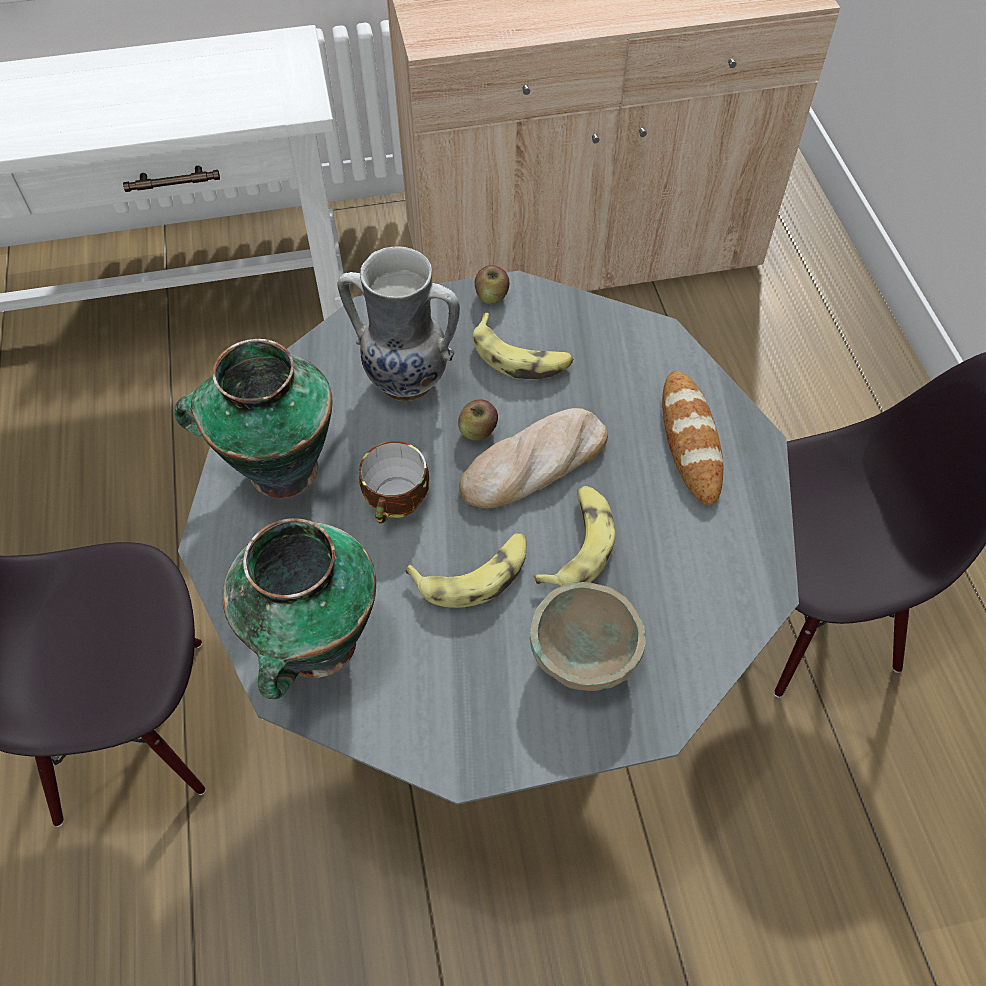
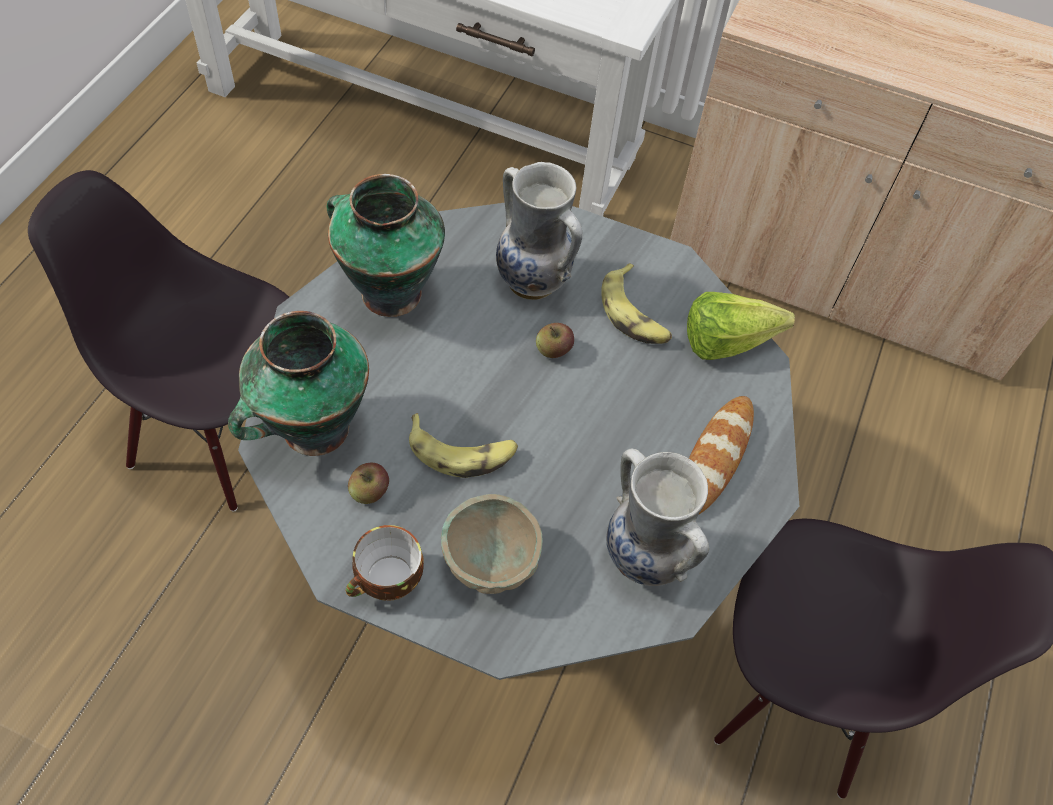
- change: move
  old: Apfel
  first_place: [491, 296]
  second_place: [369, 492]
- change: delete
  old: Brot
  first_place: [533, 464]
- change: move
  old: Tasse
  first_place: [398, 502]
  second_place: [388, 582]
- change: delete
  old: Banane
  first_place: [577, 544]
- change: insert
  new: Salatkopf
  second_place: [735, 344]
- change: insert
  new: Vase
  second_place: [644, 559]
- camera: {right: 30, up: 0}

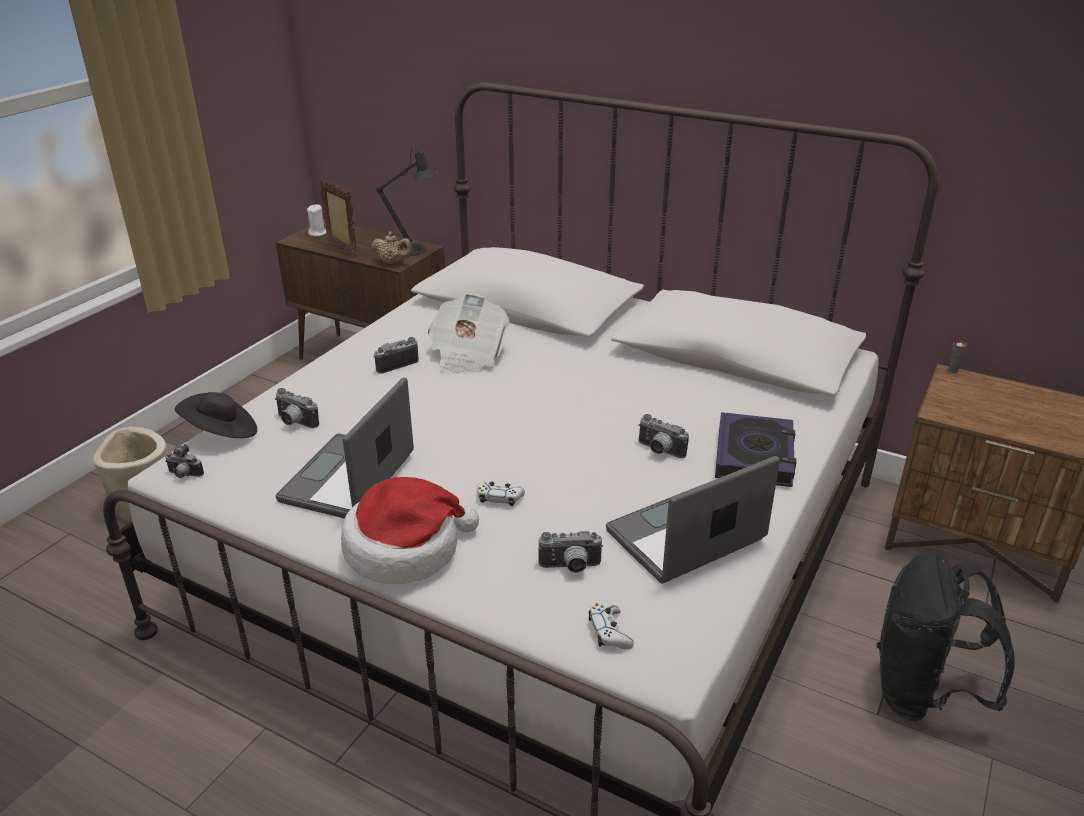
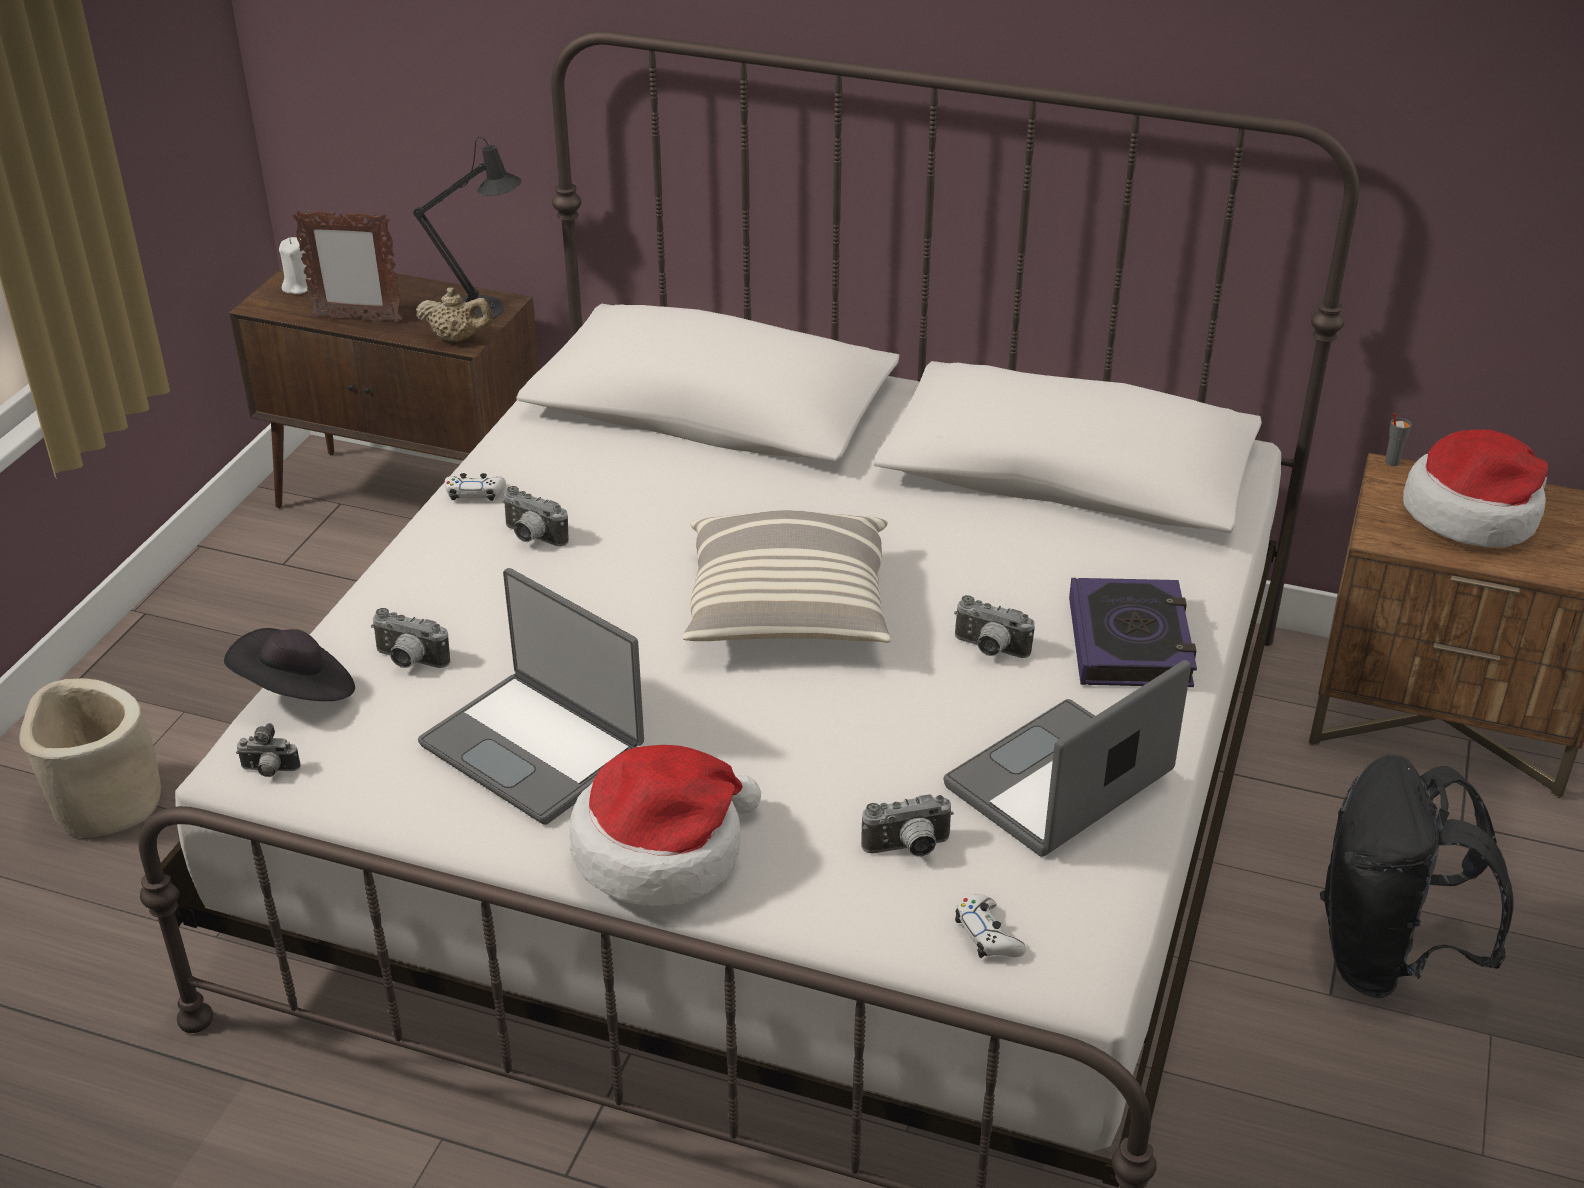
- change: rotate
  old: Bilderrahmen
  first_place: [342, 250]
  second_place: [357, 319]
  degrees: 150
- change: delete
  old: Zeitung
  first_place: [467, 355]
- change: rotate
  old: Kamera
  first_place: [395, 364]
  second_place: [531, 538]
  degrees: -105
- change: rotate
  old: Laptop
  first_place: [350, 479]
  second_place: [535, 747]
  degrees: -60
- change: move
  old: Gamepad (weiß)
  first_place: [500, 498]
  second_place: [475, 493]
- change: insert
  new: Hut
  second_place: [1472, 514]
- change: insert
  new: Kissen
  second_place: [788, 610]
- camera: {right: -10, up: 5}

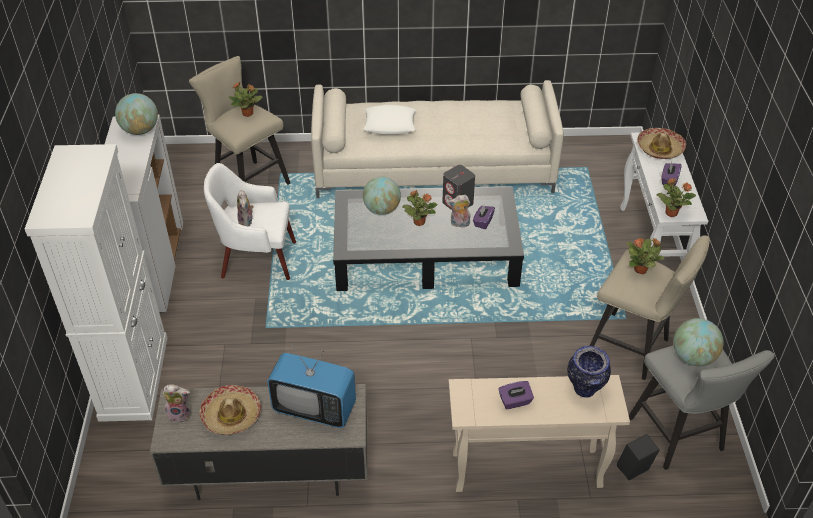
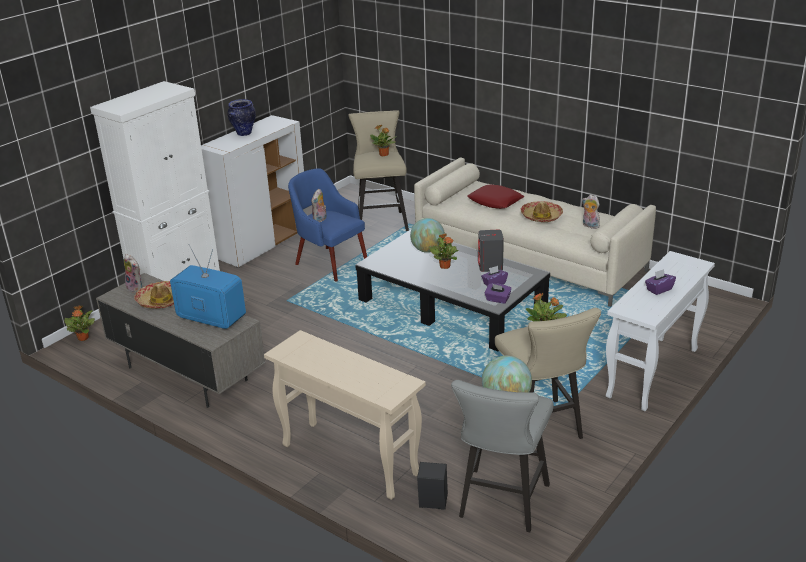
- change: delete
  old: Globus
  first_place: [140, 130]
- change: recolor
  old: Kissen (weiß)
  new: Kissen (rot)
  first_place: [390, 124]
  second_place: [495, 201]
- change: move
  old: Hut
  first_place: [659, 148]
  second_place: [541, 216]
- change: recolor
  old: Sessel (weiß)
  new: Sessel (blau)
  first_place: [256, 259]
  second_place: [330, 263]
- change: move
  old: Topfpflanze
  first_place: [671, 213]
  second_place: [83, 338]
- change: move
  old: Plüschtier
  first_place: [459, 224]
  second_place: [589, 226]
- change: rotate
  old: Fernseher
  first_place: [314, 408]
  second_place: [211, 318]
  degrees: 150
- change: move
  old: Vase
  first_place: [585, 390]
  second_place: [244, 133]
- change: move
  old: Taschentuchbox (lila)
  first_place: [515, 401]
  second_place: [497, 299]
- camera: {right: 40, up: -15}

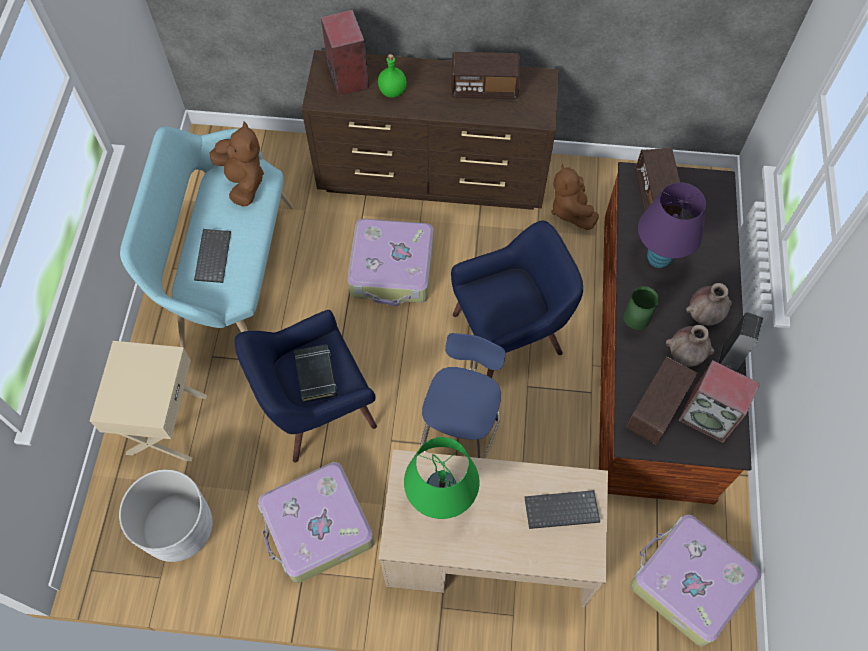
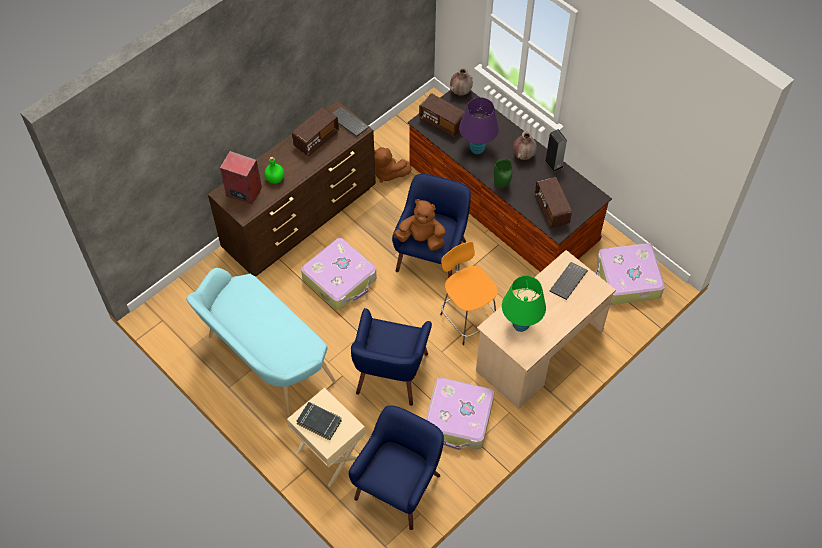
- change: move
  old: Plüschtier (braun)
  first_place: [243, 182]
  second_place: [421, 239]
- change: move
  old: Tastatur
  first_place: [212, 256]
  second_place: [347, 122]
- change: move
  old: Vase (braun)
  first_place: [685, 356]
  second_place: [461, 92]
- change: recolor
  old: Hocker (blau)
  new: Hocker (orange)
  first_place: [460, 434]
  second_place: [467, 318]
- change: move
  old: Buch (schwarz)
  first_place: [316, 375]
  second_place: [319, 422]
- change: delete
  old: Lautsprecher
  first_place: [708, 416]
- change: replace
  old: Pflanzkübel (weiß)
  new: Sessel (blau)
  first_place: [178, 528]
  second_place: [399, 486]
- camera: {right: -50, up: -5}

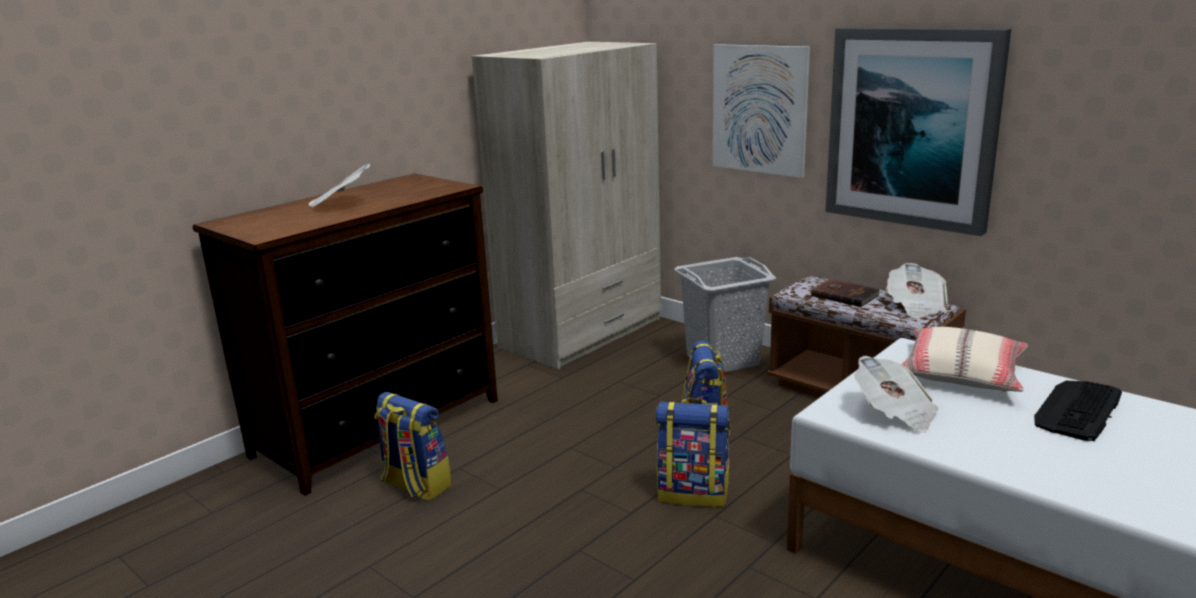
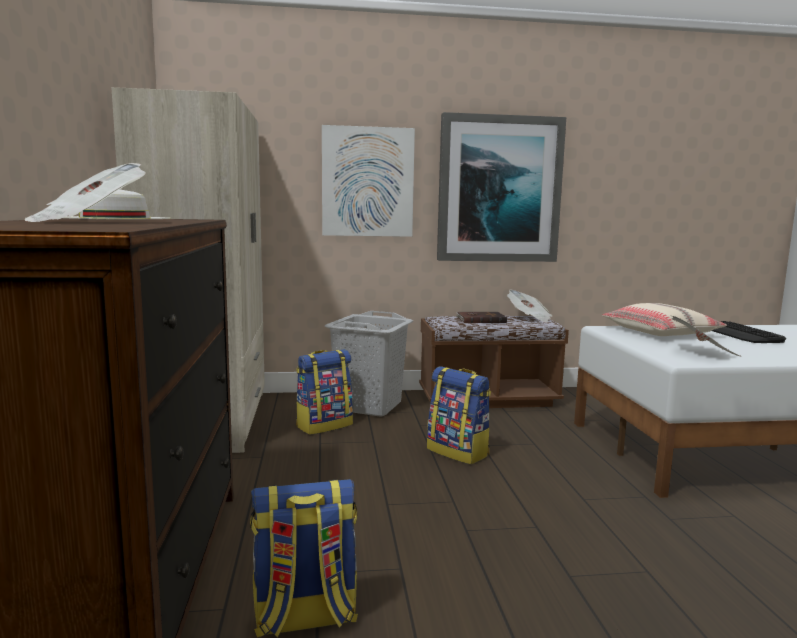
- change: move
  old: Rucksack
  first_place: [693, 493]
  second_place: [324, 425]
- change: insert
  new: Hut (weiß)
  second_place: [115, 218]
- camera: {right: -50, up: -10}

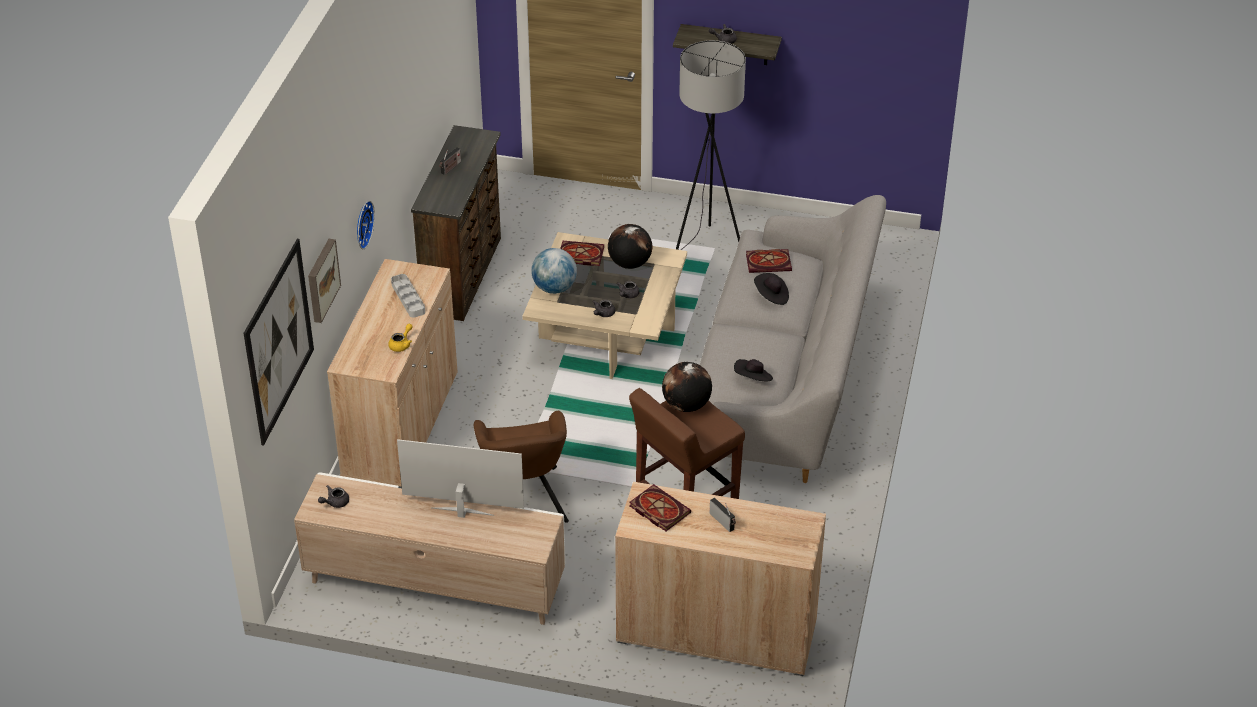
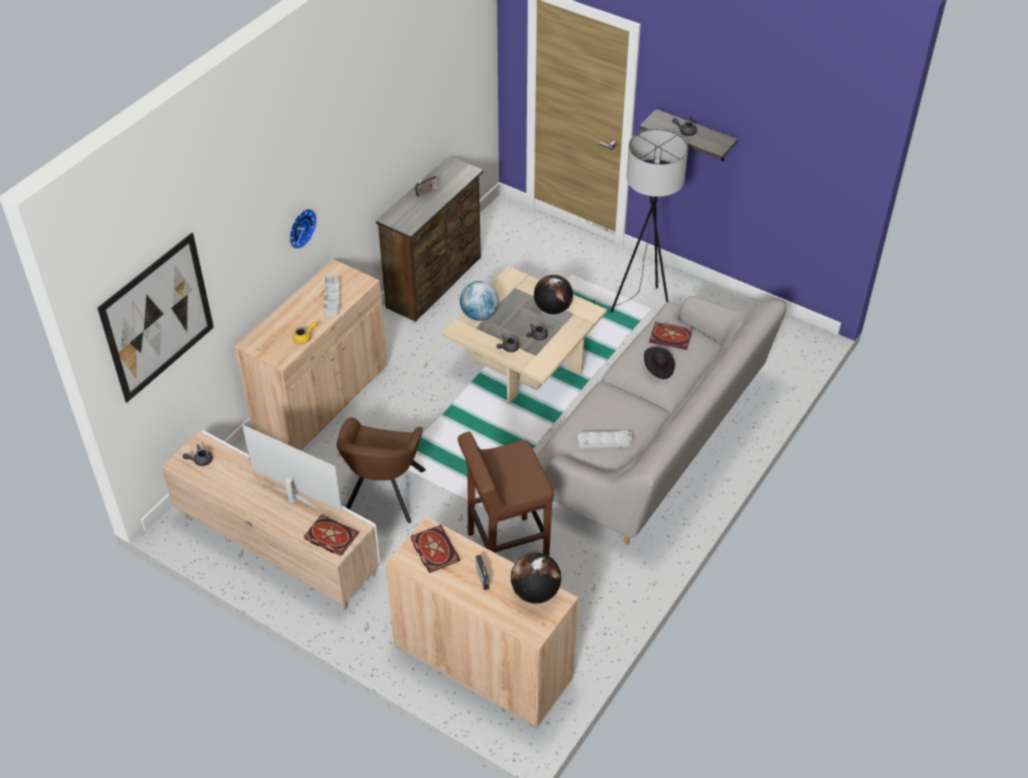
- change: delete
  old: Bild
  first_place: [321, 280]
- change: move
  old: Buch
  first_place: [579, 255]
  second_place: [329, 537]
- change: replace
  old: Hut (schwarz)
  new: Tablett (grau)
  first_place: [753, 379]
  second_place: [604, 441]
- change: move
  old: Globus
  first_place: [686, 405]
  second_place: [535, 592]
- camera: {right: 20, up: 5}

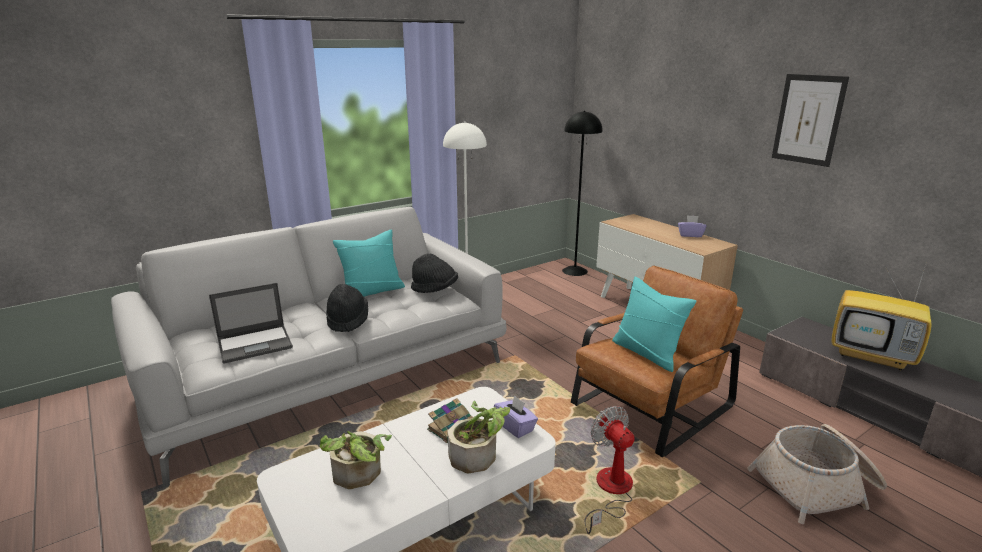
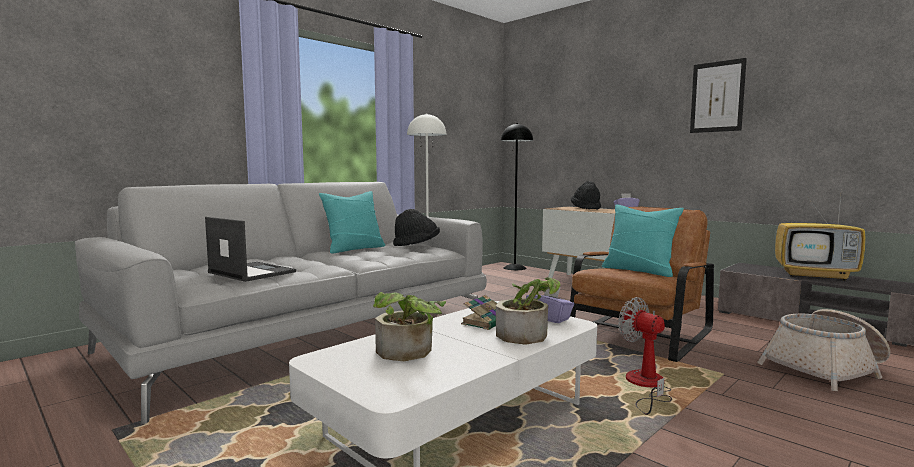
- change: rotate
  old: Laptop
  first_place: [256, 344]
  second_place: [250, 272]
  degrees: -105
- change: move
  old: Hut (schwarz)
  first_place: [347, 320]
  second_place: [586, 208]
- camera: {right: -10, up: -15}

